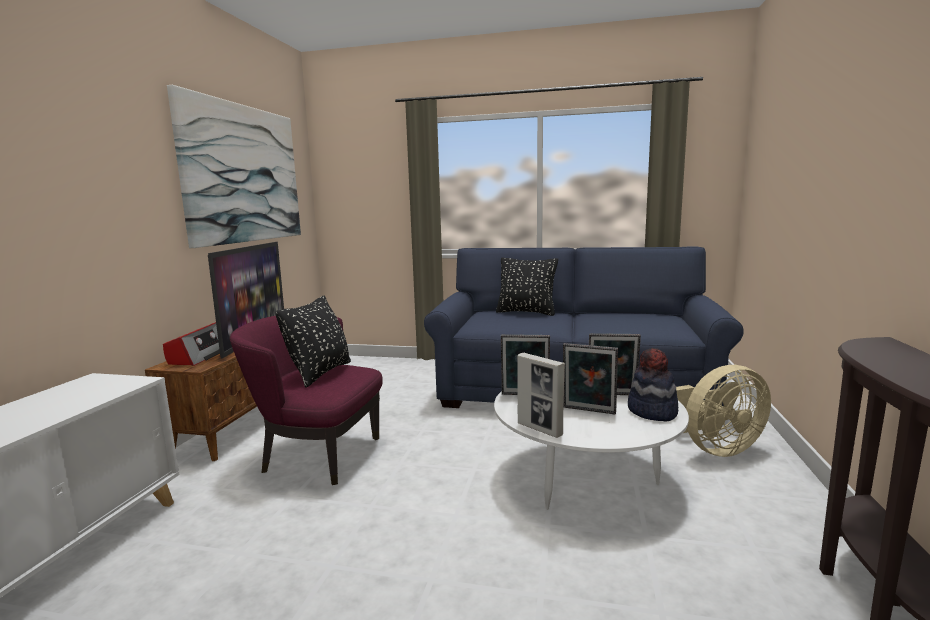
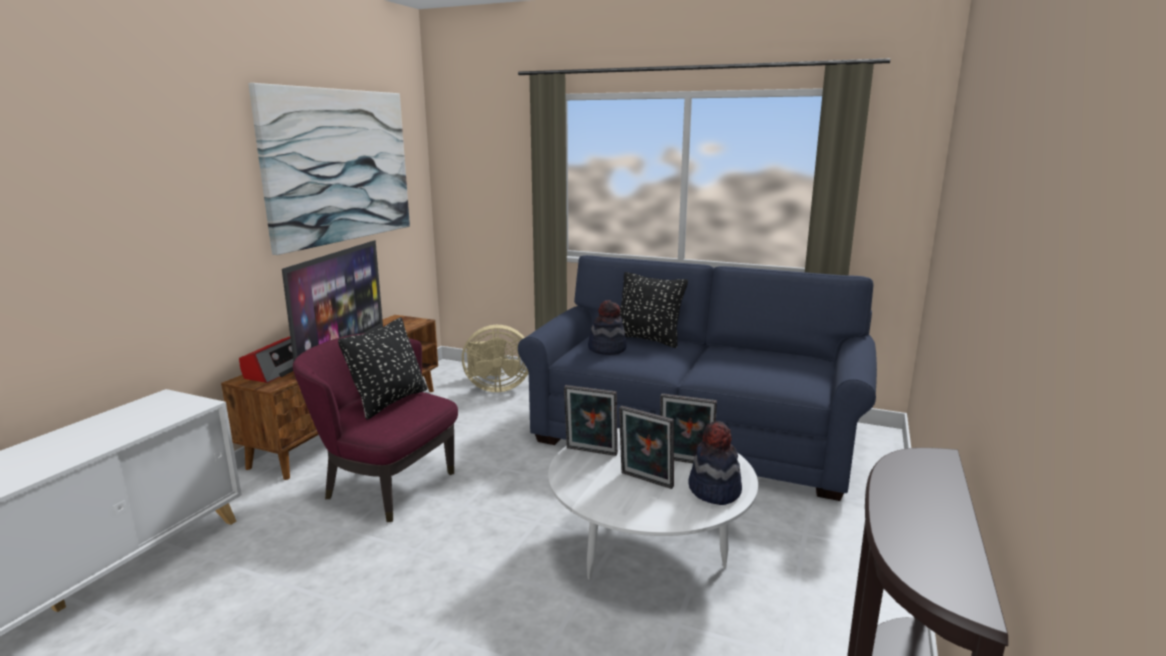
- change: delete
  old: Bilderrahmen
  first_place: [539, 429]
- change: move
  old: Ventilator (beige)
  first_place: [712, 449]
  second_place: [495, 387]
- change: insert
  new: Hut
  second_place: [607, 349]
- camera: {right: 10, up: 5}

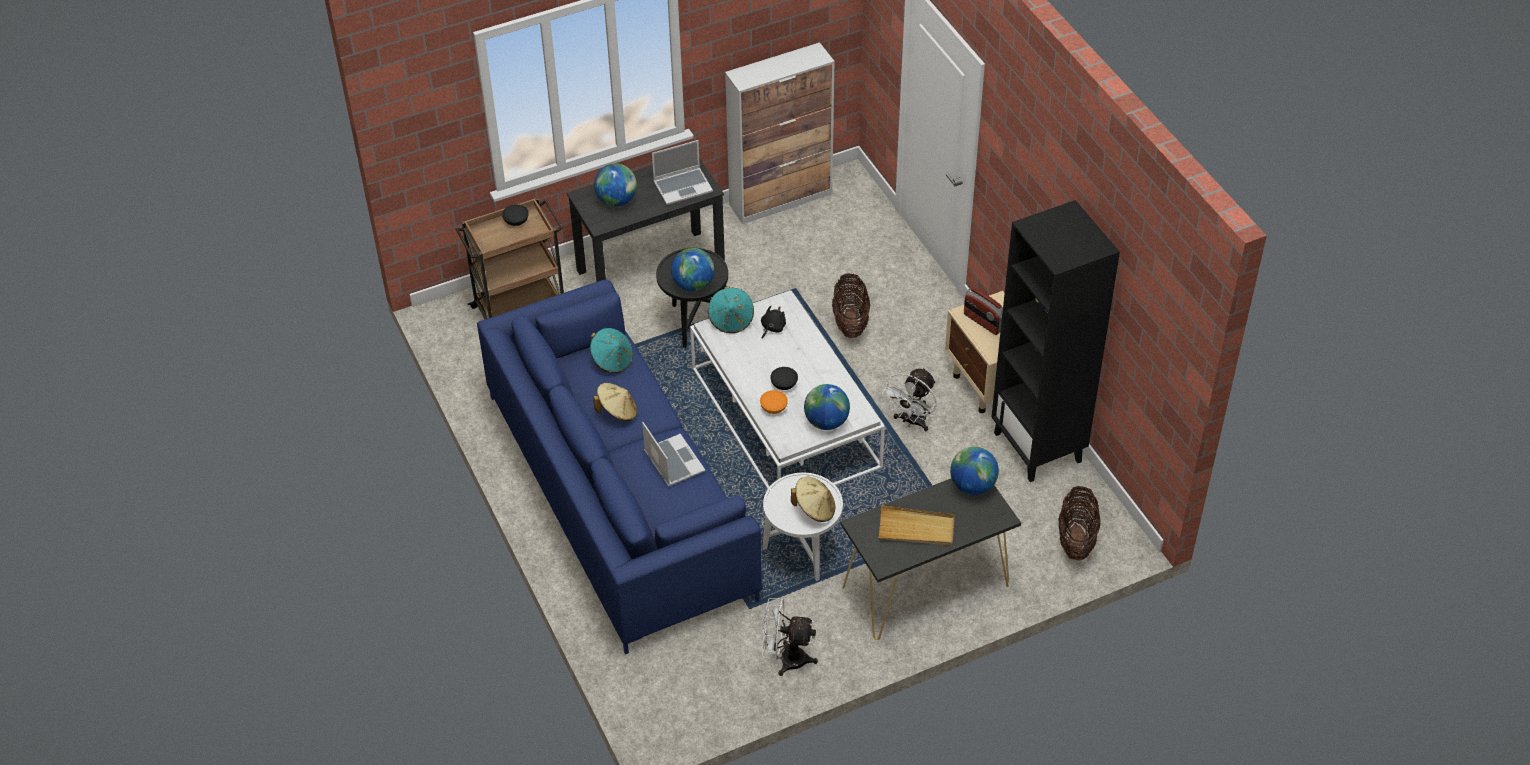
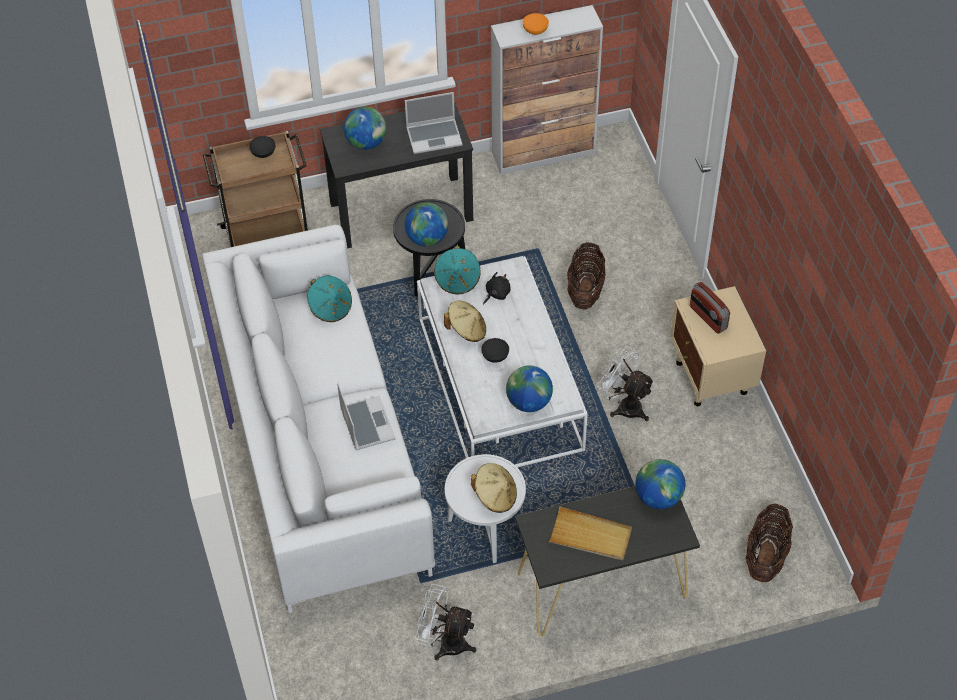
- change: delete
  old: Bücherregal (schwarz)
  first_place: [1038, 447]
- change: recolor
  old: Sofa (blau)
  new: Sofa (weiß)
  first_place: [619, 494]
  second_place: [320, 442]
- change: rotate
  old: Ventilator (weiß)
  first_place: [911, 422]
  second_place: [624, 405]
  degrees: 90
- change: move
  old: Hut (beige)
  first_place: [617, 411]
  second_place: [467, 330]
- change: move
  old: Schüssel (orange)
  first_place: [773, 408]
  second_place: [535, 30]
- camera: {right: 10, up: 5}

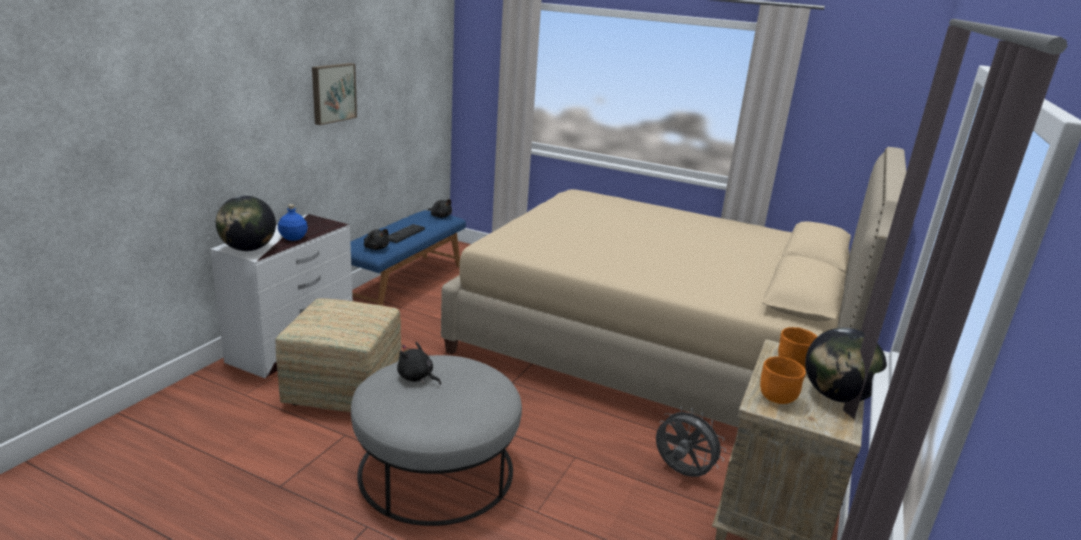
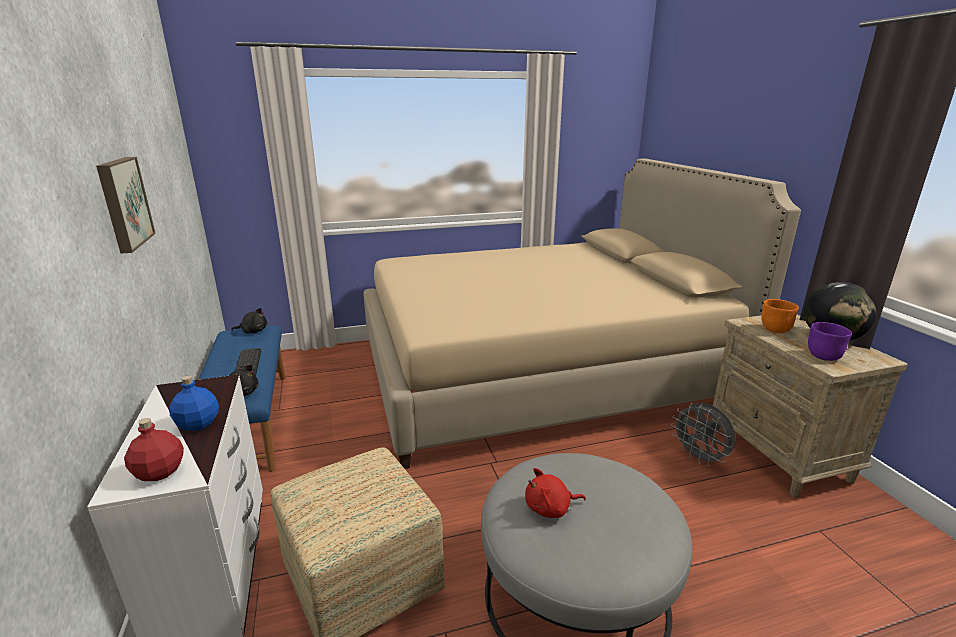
- change: replace
  old: Globus
  new: Flasche (rot)
  first_place: [248, 249]
  second_place: [159, 473]
- change: recolor
  old: Plüschtier (schwarz)
  new: Plüschtier (rot)
  first_place: [417, 377]
  second_place: [550, 508]
- change: recolor
  old: Schüssel (orange)
  new: Schüssel (lila)
  first_place: [776, 397]
  second_place: [822, 356]
- change: rotate
  old: Ventilator (grau)
  first_place: [681, 473]
  second_place: [699, 458]
  degrees: -120
- camera: {right: -40, up: 0}

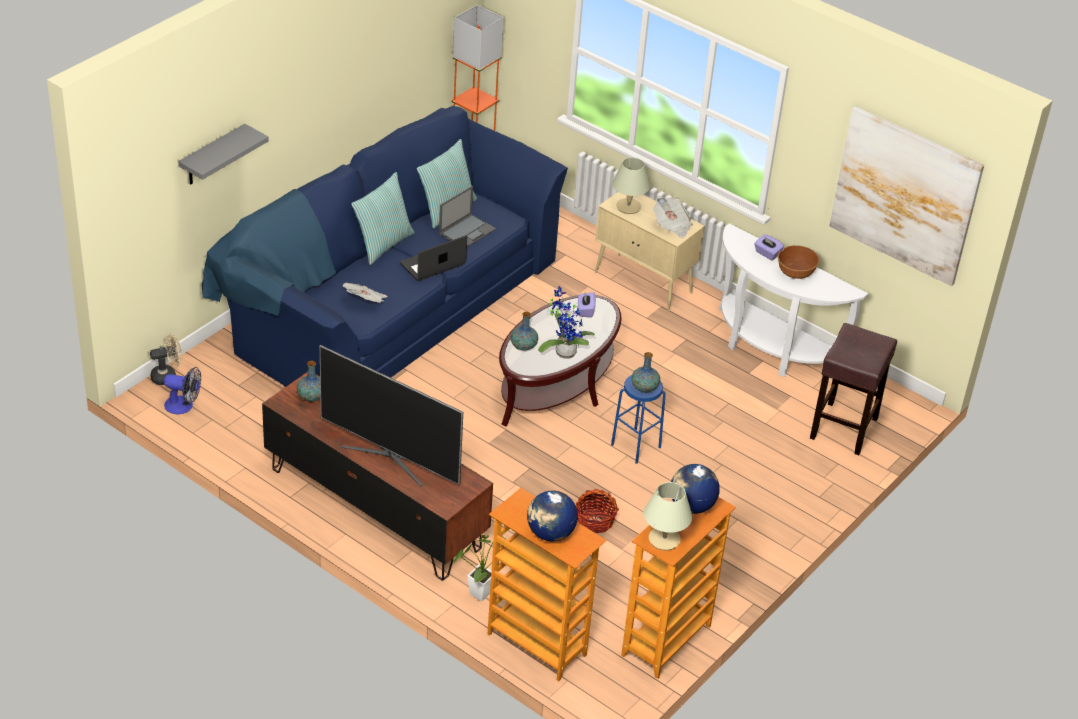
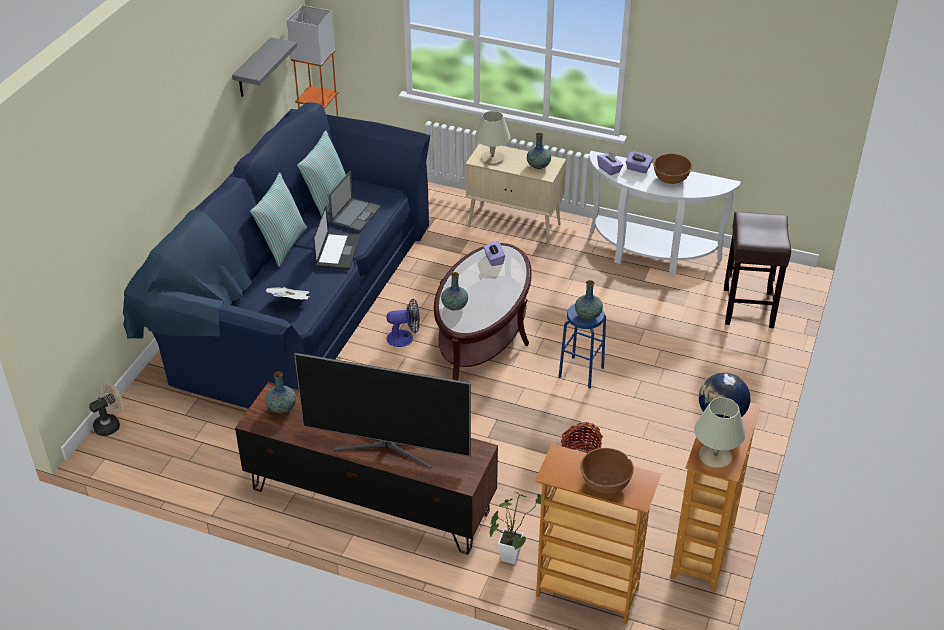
- change: delete
  old: Bild
  first_place: [905, 195]
- change: move
  old: Wandregal (grau)
  first_place: [212, 156]
  second_place: [253, 69]
- change: replace
  old: Zeitung
  new: Vase
  first_place: [672, 226]
  second_place: [538, 166]
- change: rotate
  old: Laptop
  first_place: [433, 264]
  second_place: [338, 252]
  degrees: 150
- change: delete
  old: Topfpflanze
  first_place: [563, 351]
- change: move
  old: Ventilator
  first_place: [184, 406]
  second_place: [405, 338]
- change: replace
  old: Globus
  new: Schüssel (braun)
  first_place: [550, 533]
  second_place: [605, 483]
- change: insert
  new: Taschentuchbox (lila)
  second_place: [609, 169]
- camera: {right: -15, up: 0}

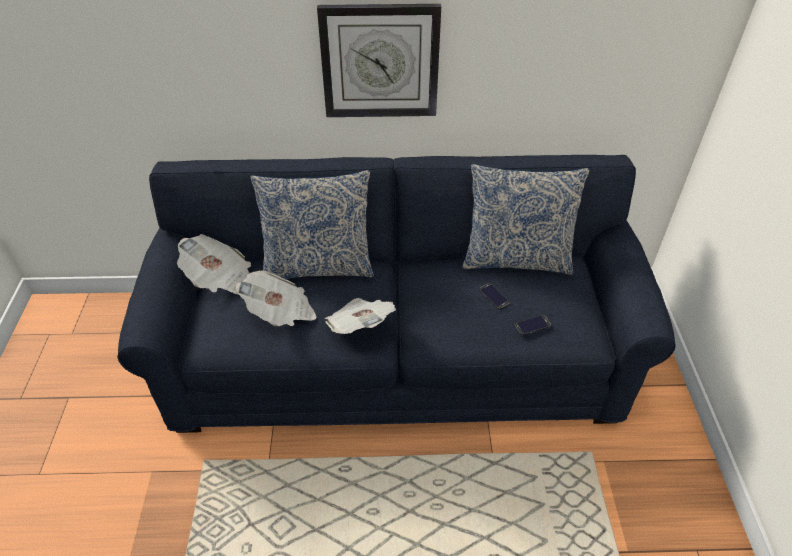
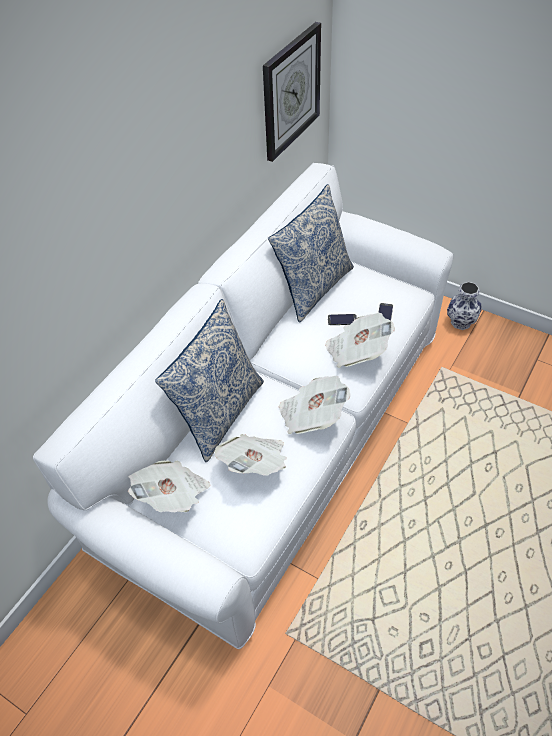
- change: move
  old: Wanduhr
  first_place: [380, 62]
  second_place: [291, 92]
- change: recolor
  old: Sofa (blau)
  new: Sofa (weiß)
  first_place: [396, 357]
  second_place: [279, 436]
- change: insert
  new: Vase
  second_place: [460, 322]
- change: insert
  new: Zeitung
  second_place: [357, 351]
- camera: {right: -55, up: 5}

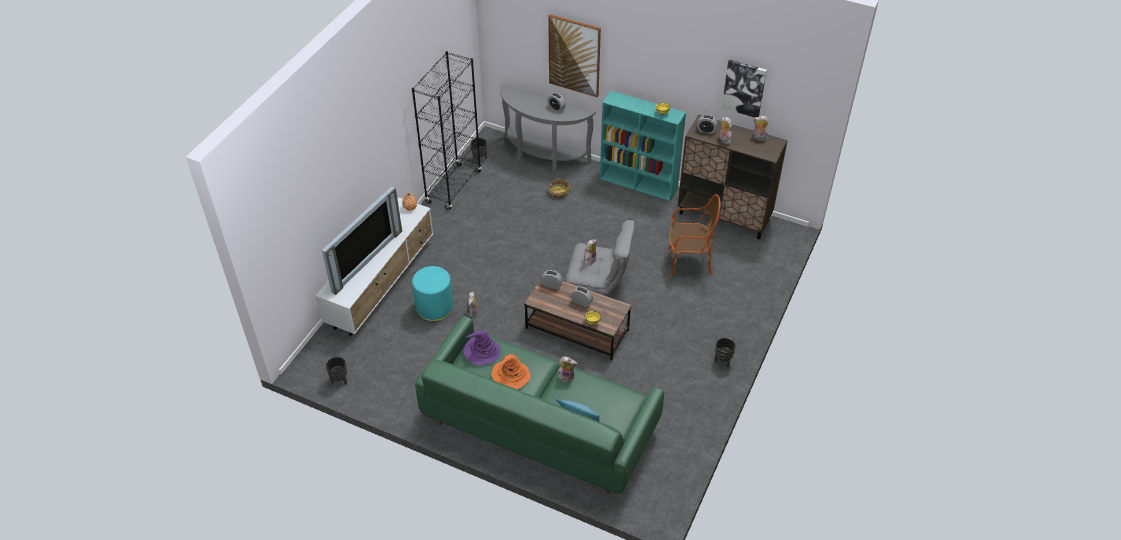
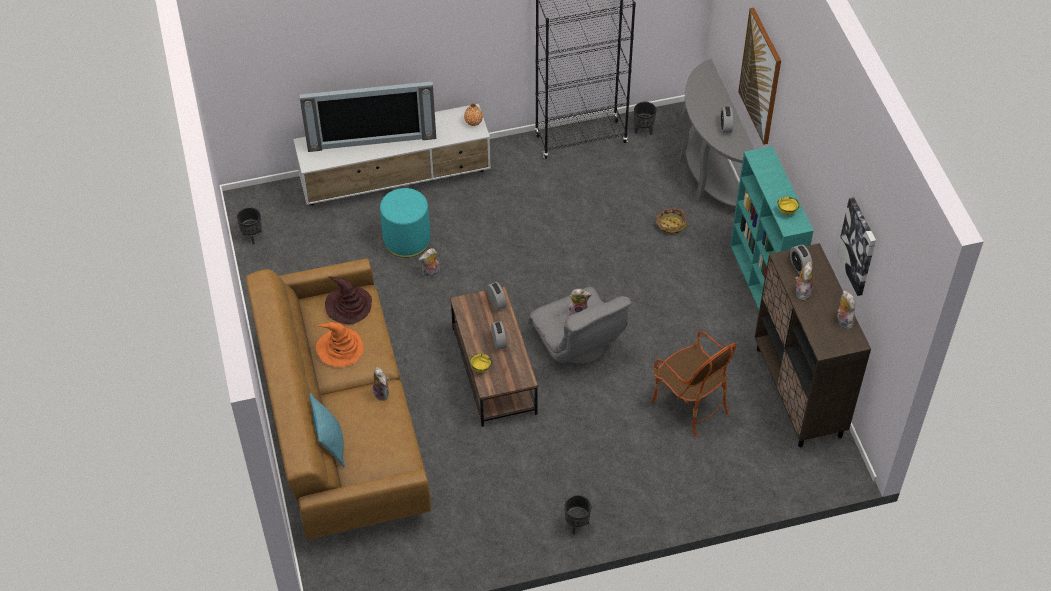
- change: recolor
  old: Sofa (grün)
  new: Sofa (braun)
  first_place: [539, 425]
  second_place: [341, 422]
- change: recolor
  old: Hut (lila)
  new: Hut (braun)
  first_place: [481, 351]
  second_place: [349, 306]
- camera: {right: 50, up: 5}

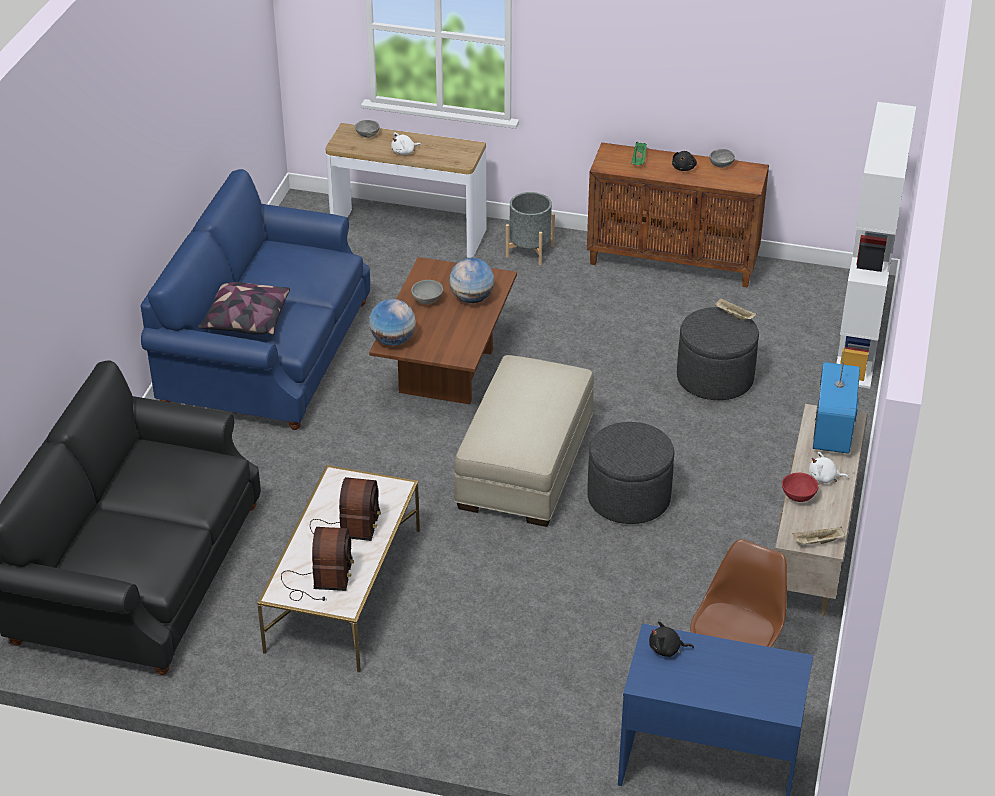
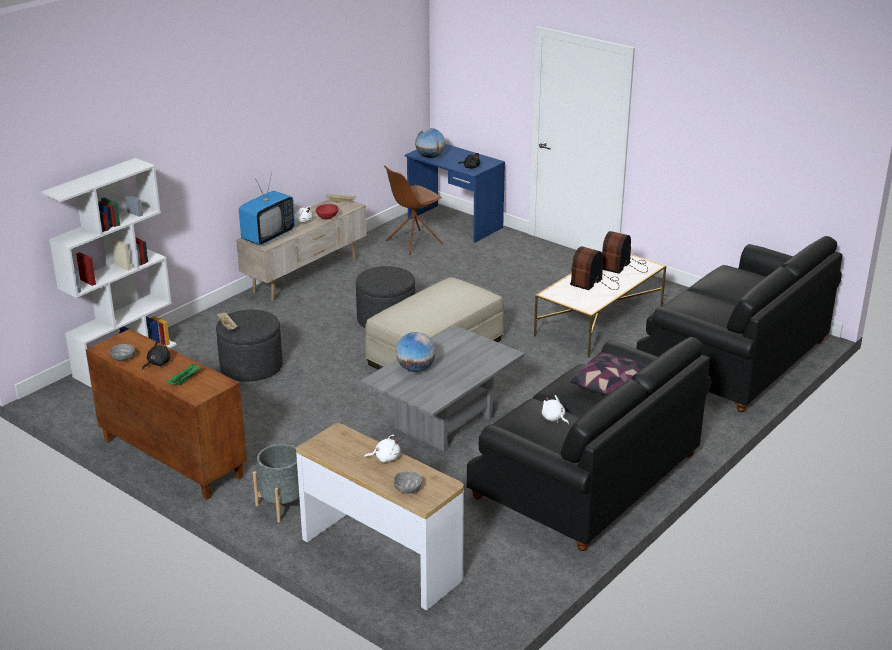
- change: recolor
  old: Sofa (blau)
  new: Sofa (schwarz)
  first_place: [266, 352]
  second_place: [586, 477]
- change: recolor
  old: Couchtisch (braun)
  new: Couchtisch (grau)
  first_place: [446, 371]
  second_place: [444, 422]
- change: delete
  old: Schüssel (grau)
  first_place: [427, 301]
- change: move
  old: Globus
  first_place: [393, 340]
  second_place: [430, 157]
- change: insert
  new: Plüschtier (weiß)
  second_place: [554, 418]
- camera: {right: -155, up: -10}

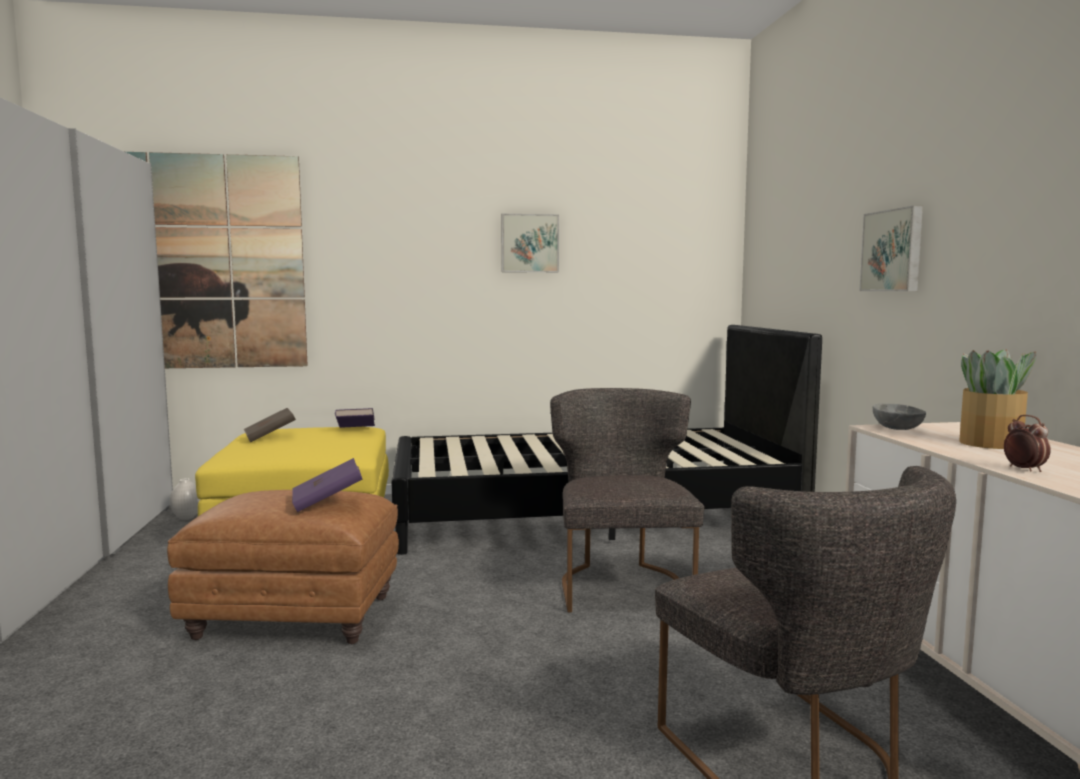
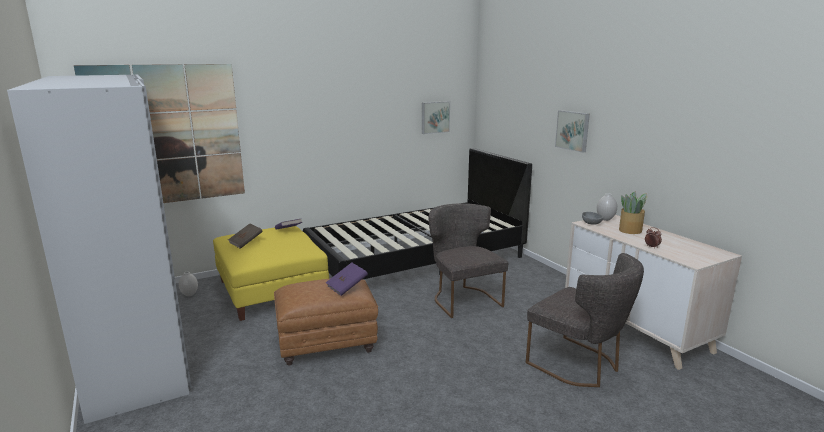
- change: move
  old: Bild
  first_place: [529, 243]
  second_place: [435, 117]
- change: insert
  new: Vase (weiß)
  second_place: [605, 219]
- camera: {right: -20, up: 10}

